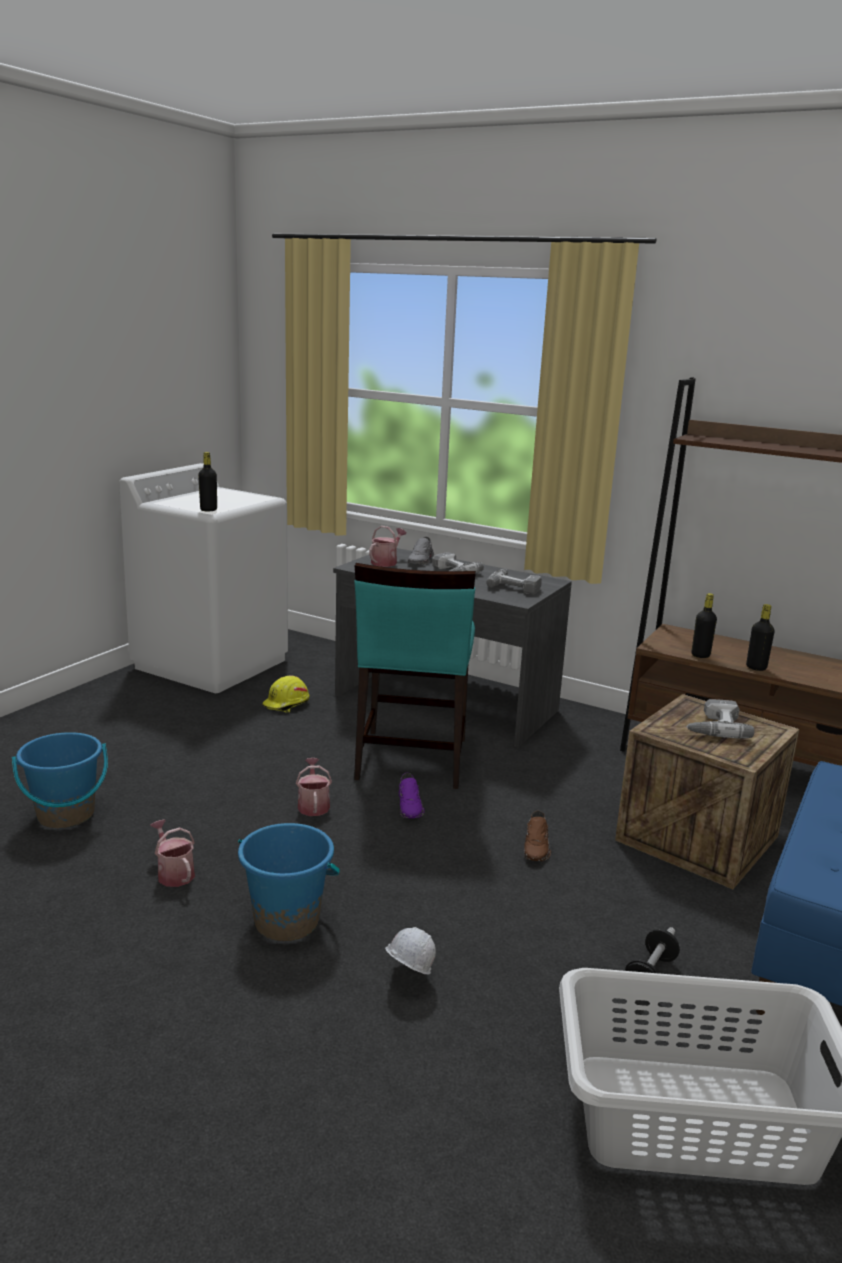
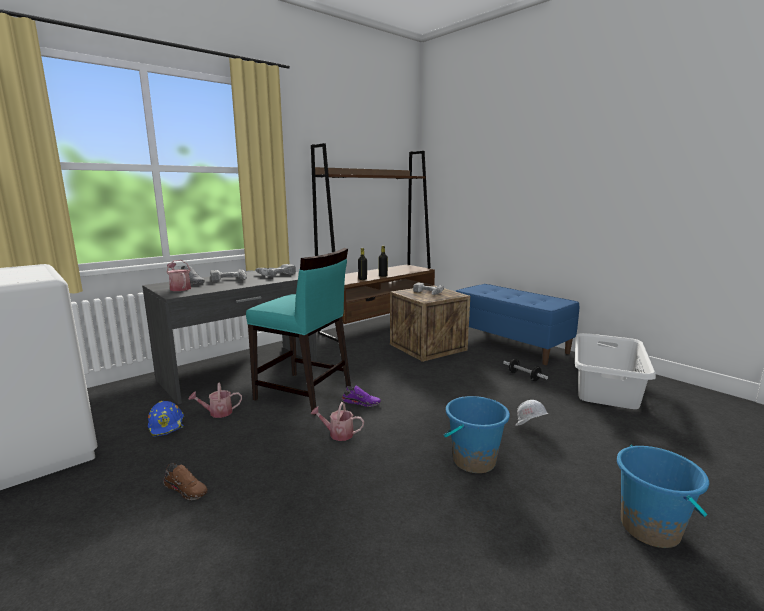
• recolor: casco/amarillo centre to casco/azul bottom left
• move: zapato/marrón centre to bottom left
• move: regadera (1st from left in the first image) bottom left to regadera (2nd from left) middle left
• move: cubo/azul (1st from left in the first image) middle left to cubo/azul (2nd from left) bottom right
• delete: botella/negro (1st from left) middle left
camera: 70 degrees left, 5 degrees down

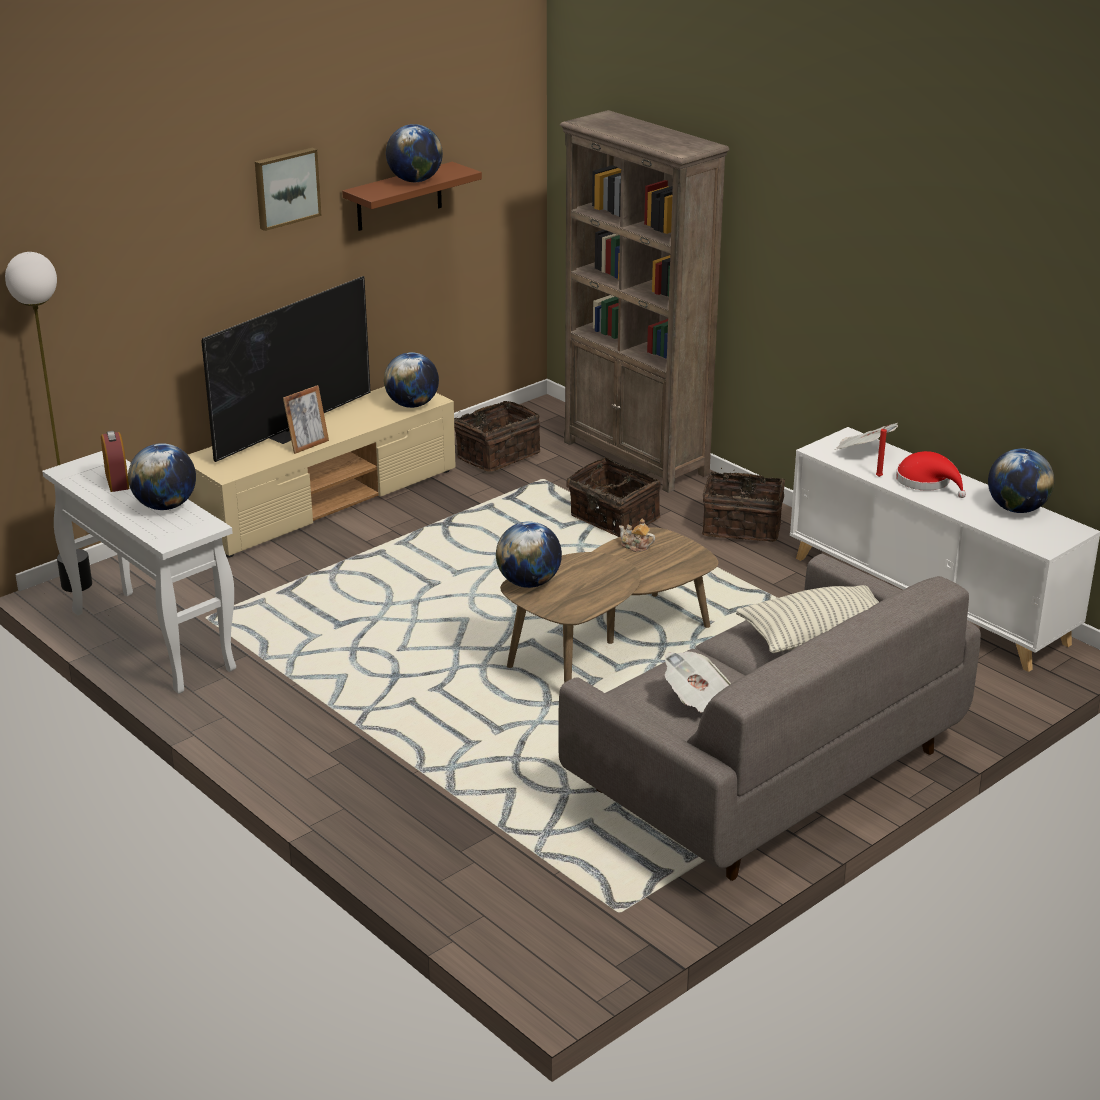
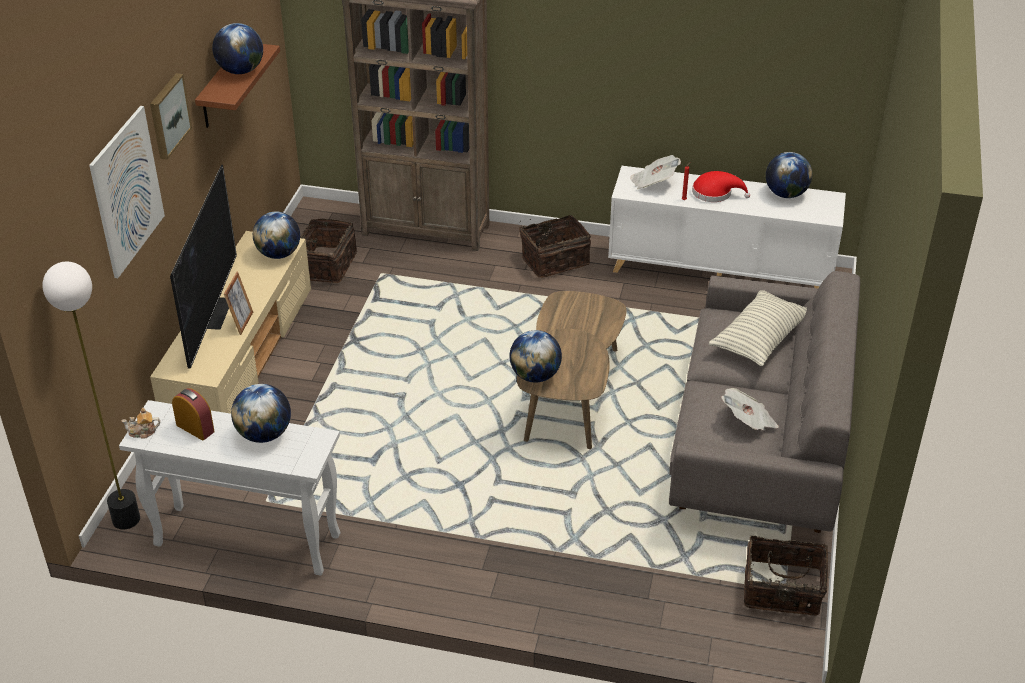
• insert: cuadro (1st from left) top left
• move: tetera centre to middle left
• move: cesta (2nd from left in the first image) centre to cesta (3rd from left) bottom right
camera: 35 degrees left, 10 degrees up

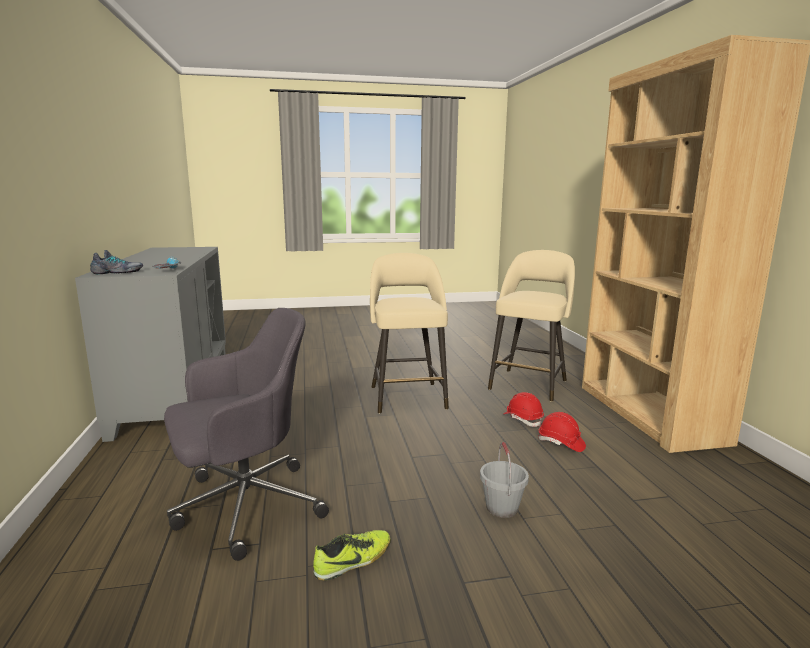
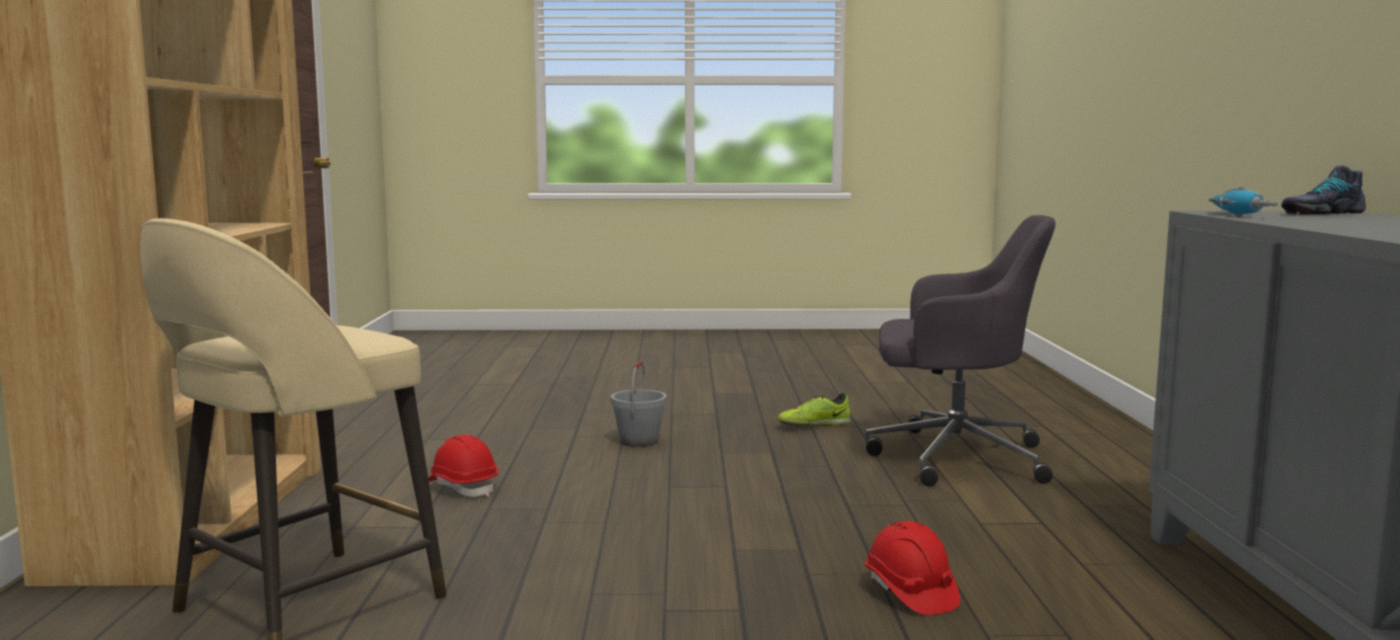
• rotate: silla de oficina/gris bottom left = middle right 150 degrees counterclockwise
• move: casco/rojo (1st from left in the first image) centre to casco/rojo (2nd from left) bottom centre
• delete: taburete/beis (1st from left) centre
camera: 170 degrees left, 5 degrees down

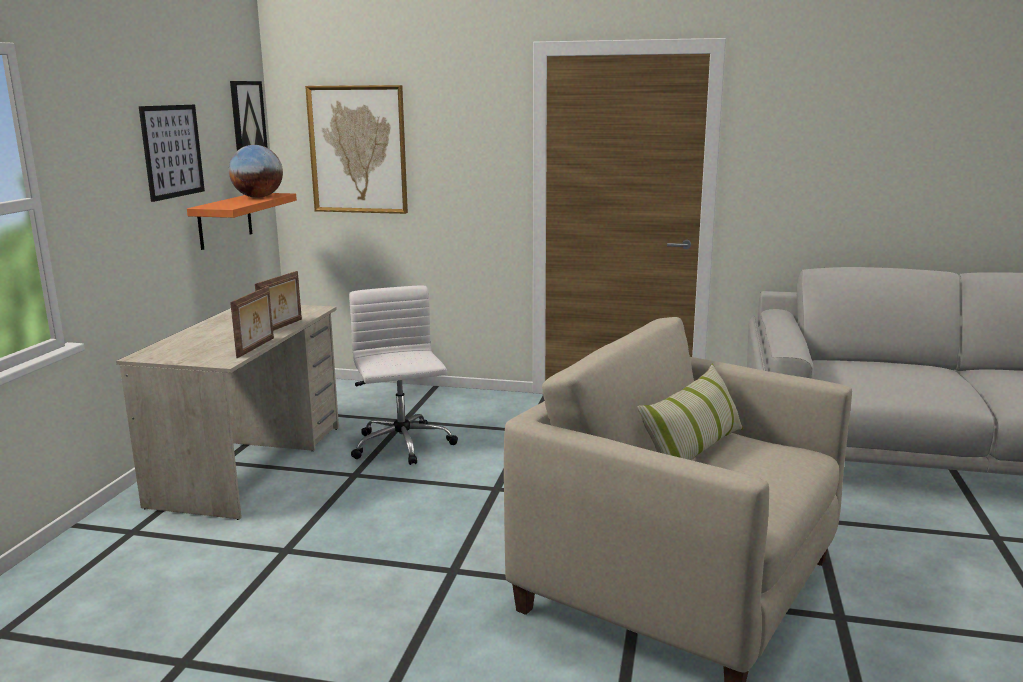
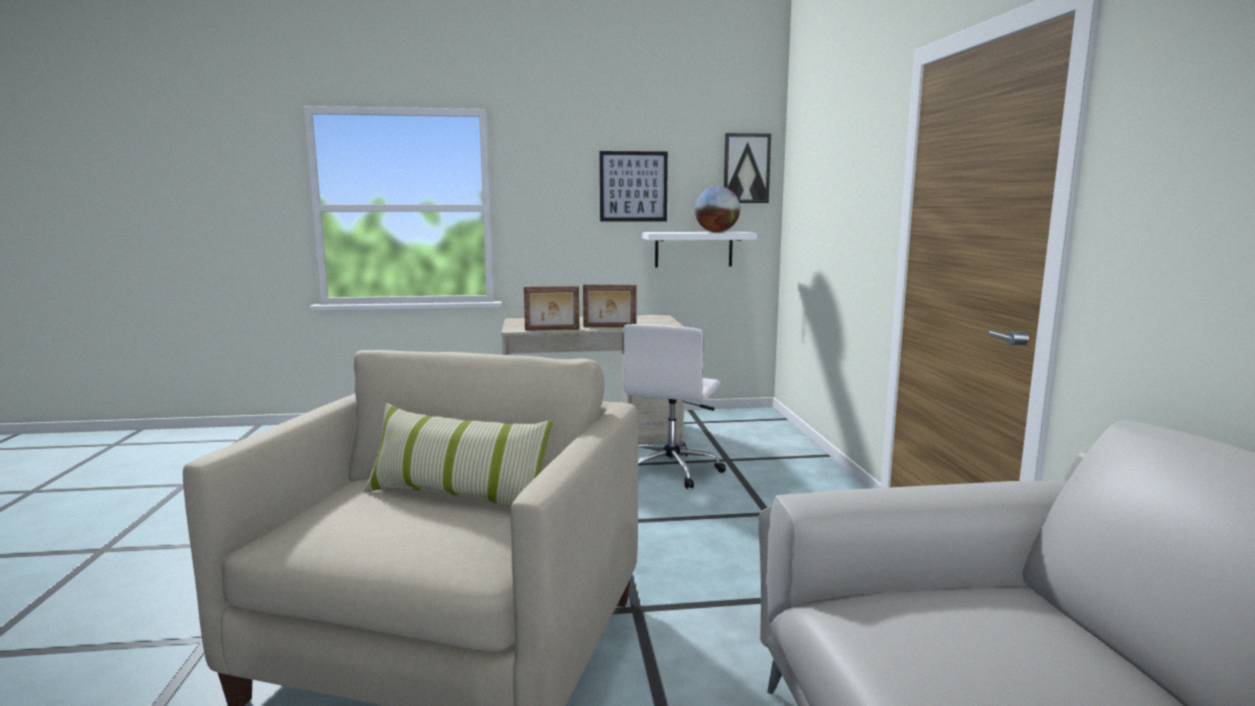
• rotate: silla de oficina/blanco centre = centre 150 degrees clockwise
• recolor: estante/naranja top left to estante/blanco centre
• delete: cuadro (3rd from left) top centre
camera: 70 degrees right, 5 degrees down

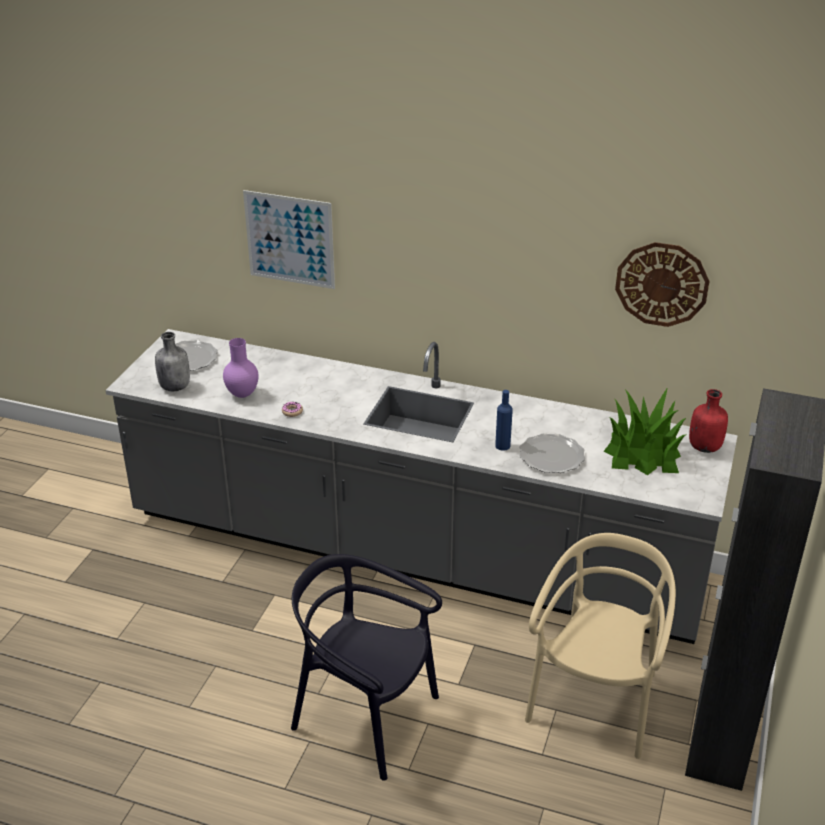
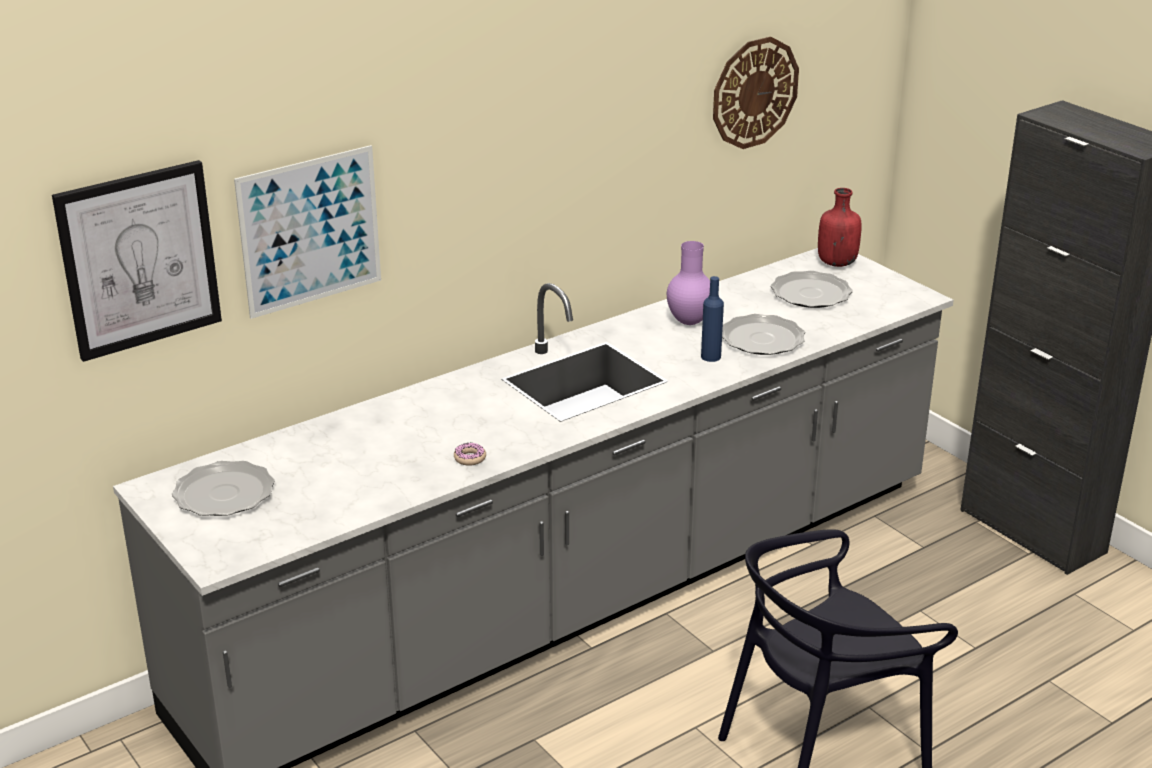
• insert: cuadro (1st from left) middle left
• move: florero/morado middle left to centre
• replace: planta en maceta middle right to plato (3rd from left) middle right
• delete: botella/gris middle left
• delete: silla/beis bottom right
camera: 55 degrees left, 5 degrees down

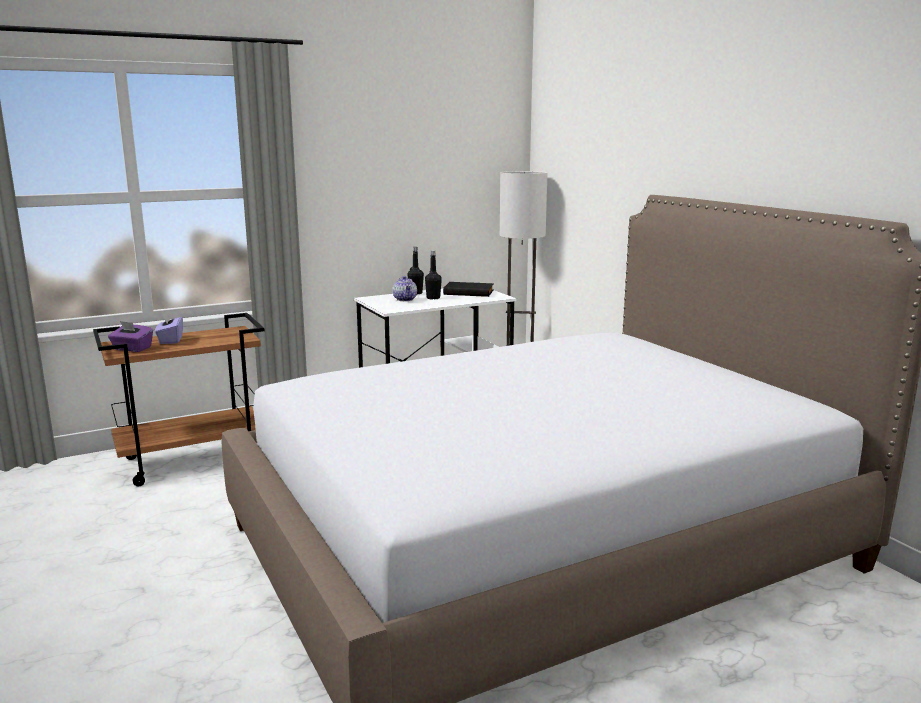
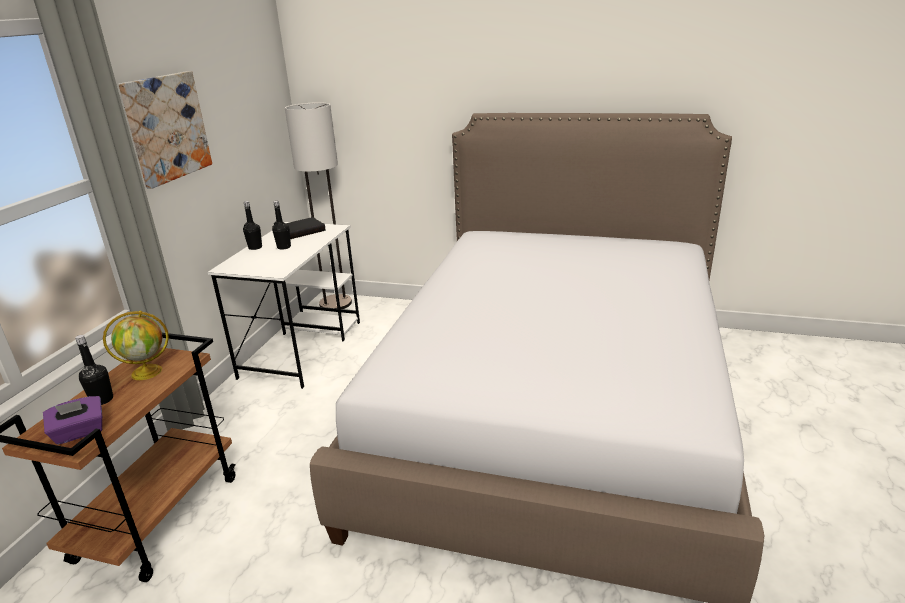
• replace: caja de pañuelos/morado (2nd from left) middle left to botella/negro (1st from left) middle left
• insert: globo terráqueo middle left
• insert: cuadro top left
• delete: tetera centre
camera: 45 degrees left, 10 degrees up

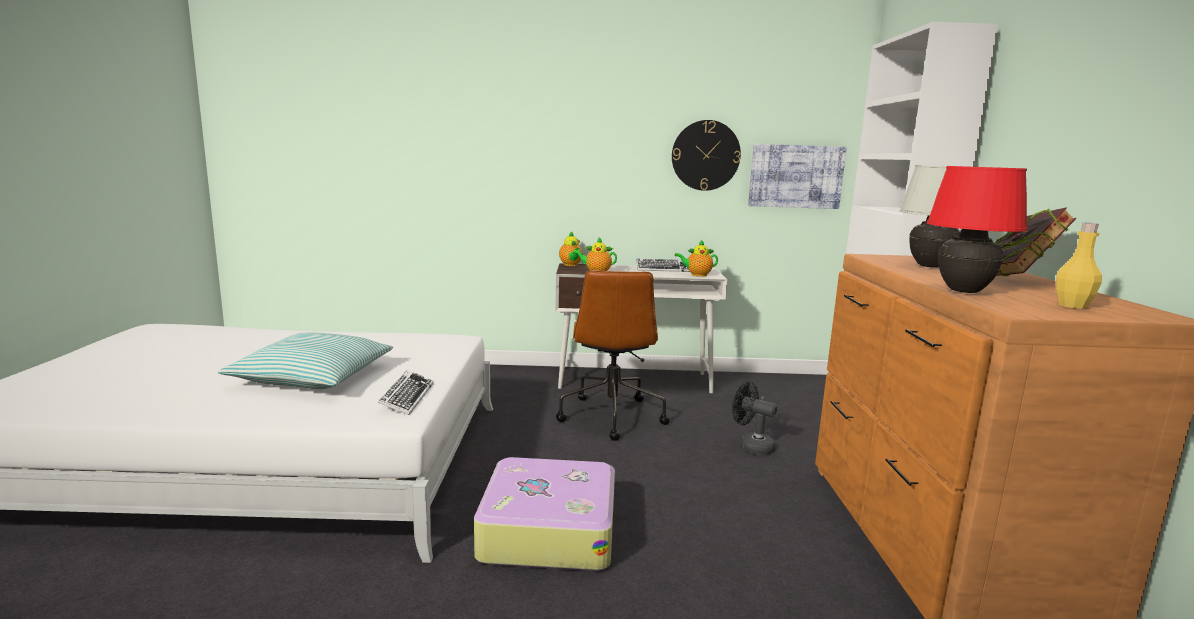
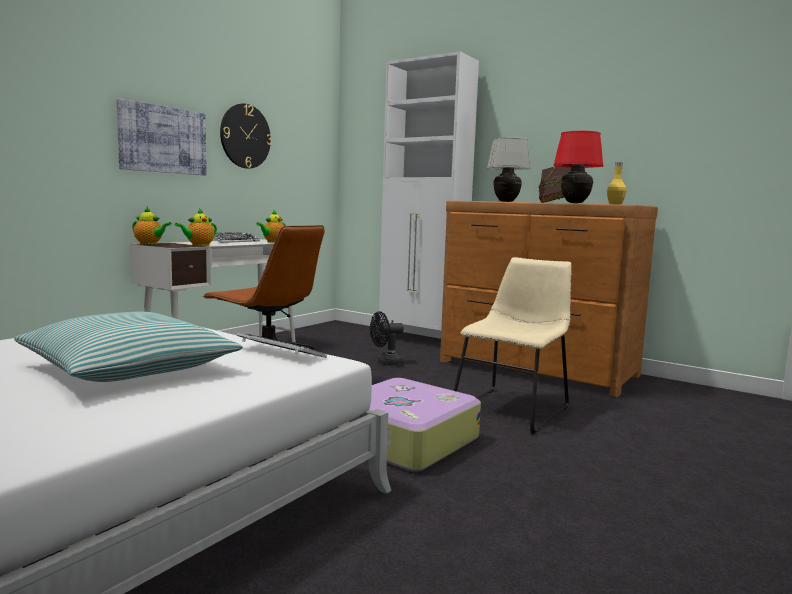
• move: cuadro top right to top left
• insert: silla/beis centre
camera: 55 degrees left, 5 degrees down

